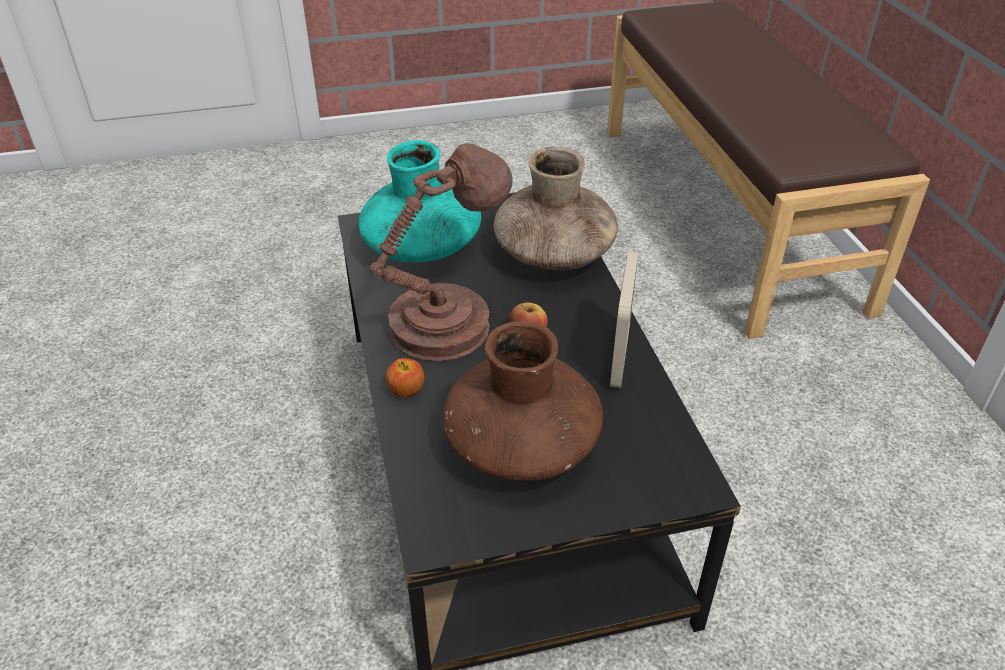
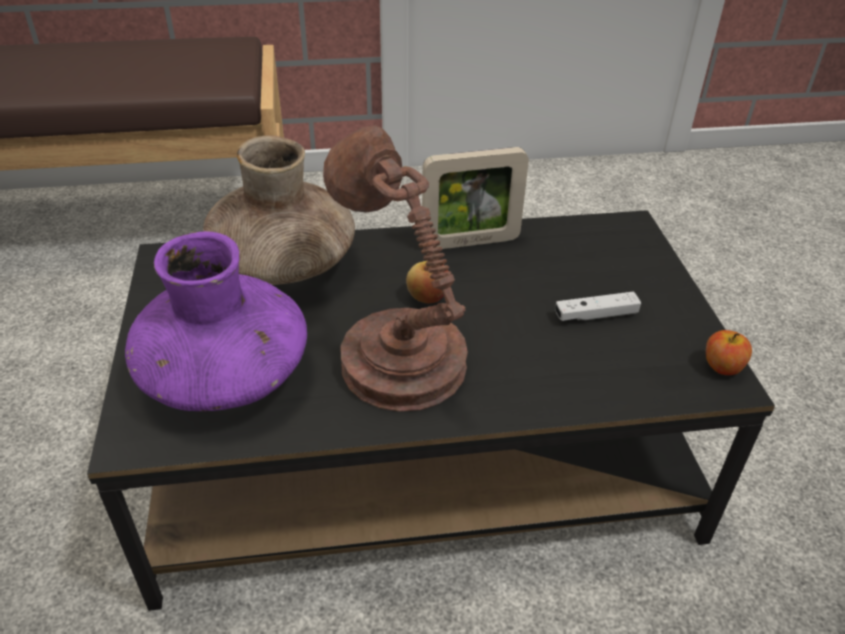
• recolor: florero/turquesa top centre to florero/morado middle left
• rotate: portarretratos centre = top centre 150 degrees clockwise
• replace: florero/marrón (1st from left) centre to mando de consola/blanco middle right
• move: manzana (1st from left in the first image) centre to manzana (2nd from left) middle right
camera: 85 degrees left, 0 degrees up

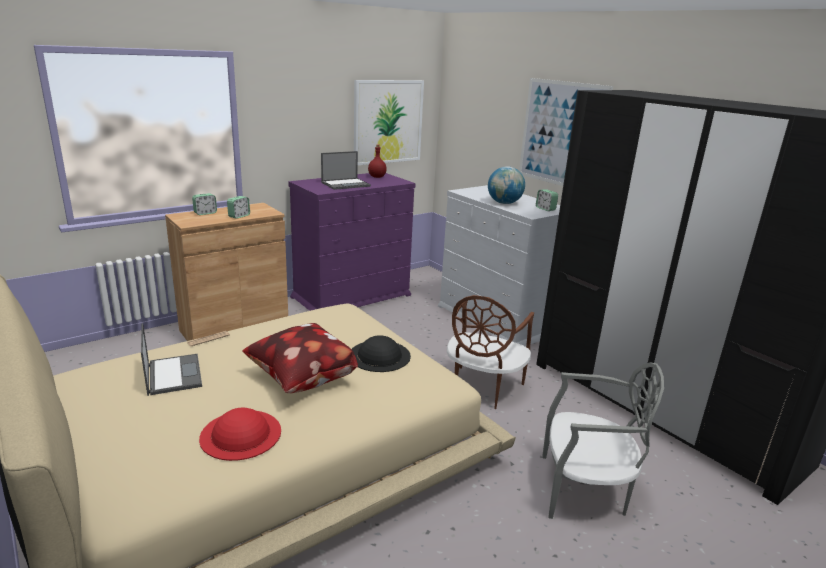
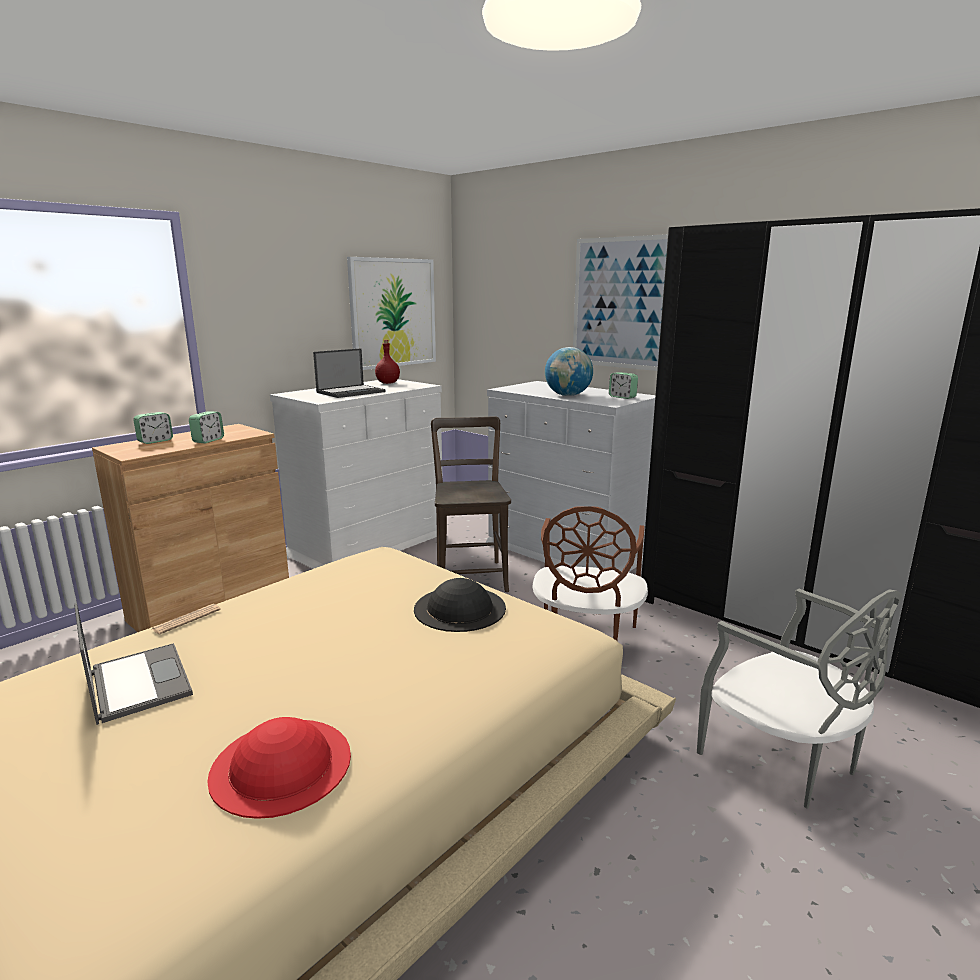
• recolor: cómoda/morado centre to cómoda/blanco (1st from left) centre
• insert: silla/marrón (1st from left) centre
• rotate: silla/gris bottom right = bottom right 60 degrees clockwise
• delete: cojín centre
camera: 10 degrees left, 5 degrees down

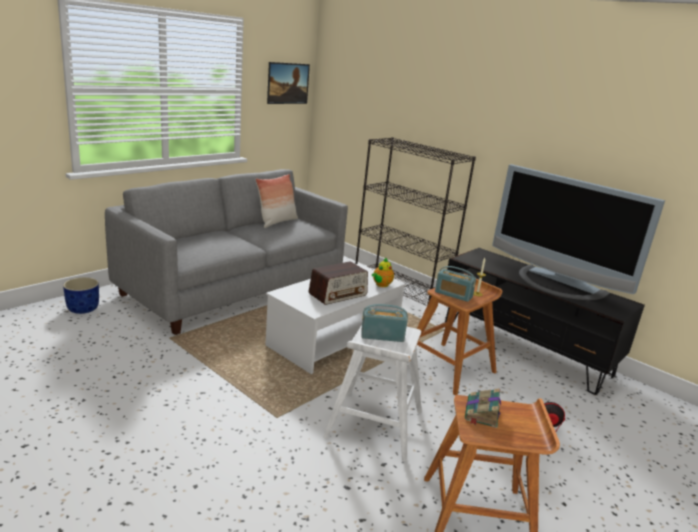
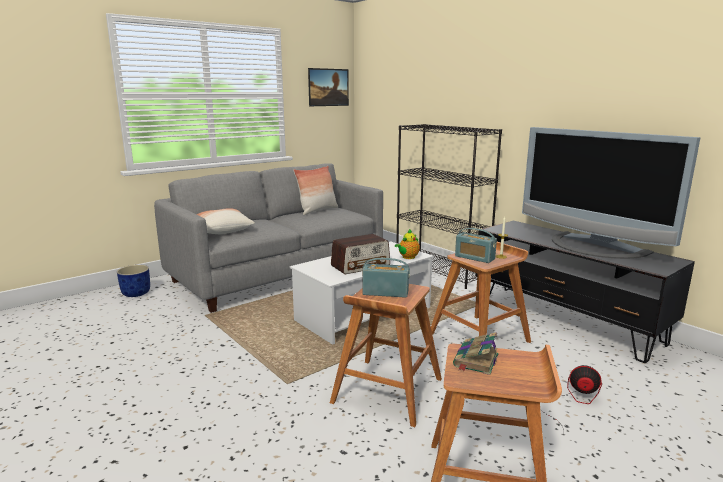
• insert: cojín (1st from left) middle left
• recolor: taburete/blanco bottom centre to taburete/marrón (1st from left) bottom centre
camera: 10 degrees right, 5 degrees down

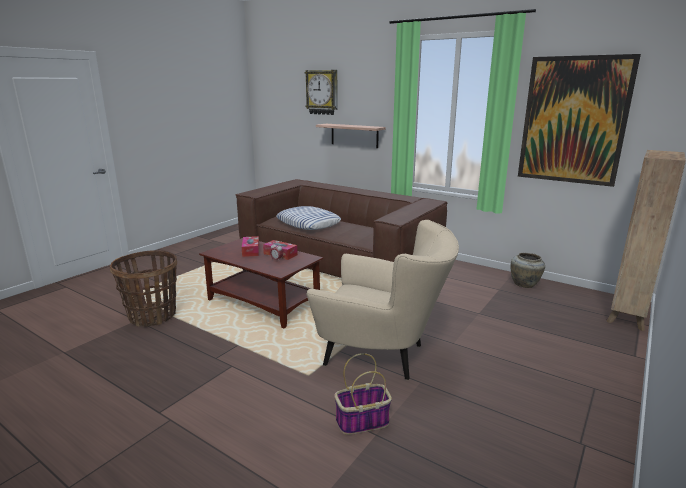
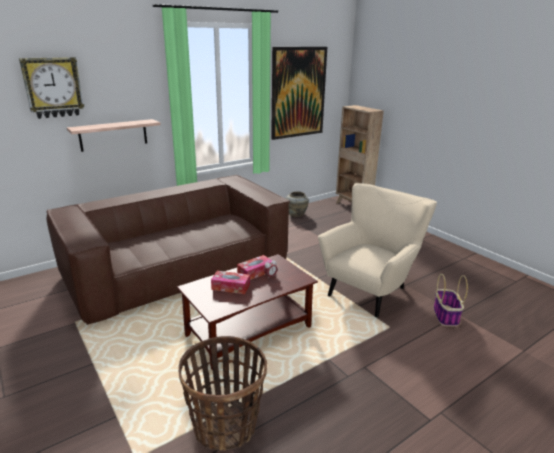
• delete: cojín centre
camera: 70 degrees left, 5 degrees up

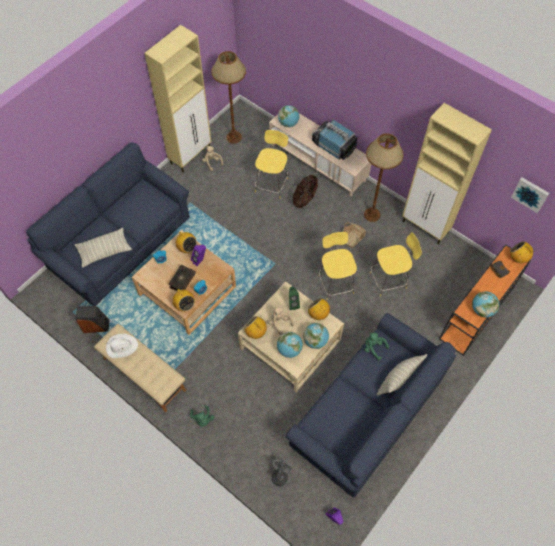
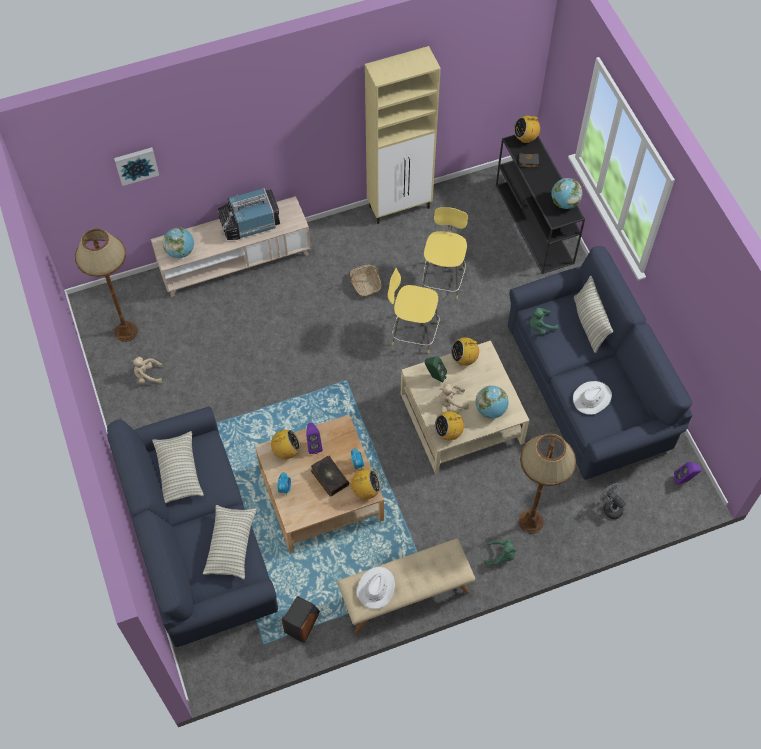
• move: cuadro middle right to top left
• insert: cojín (1st from left) middle left
• recolor: mesa consola/naranja middle right to mesa consola/negro top right
• move: lámpara de pie/marrón (2nd from left) top right to middle right
• insert: sombrero/blanco (2nd from left) middle right
• delete: armario/beis (1st from left) top left
• delete: taburete/amarillo (1st from left) top centre
• delete: cesta (1st from left) centre
• delete: globo terráqueo (3rd from left) centre
camera: 60 degrees left, 0 degrees up

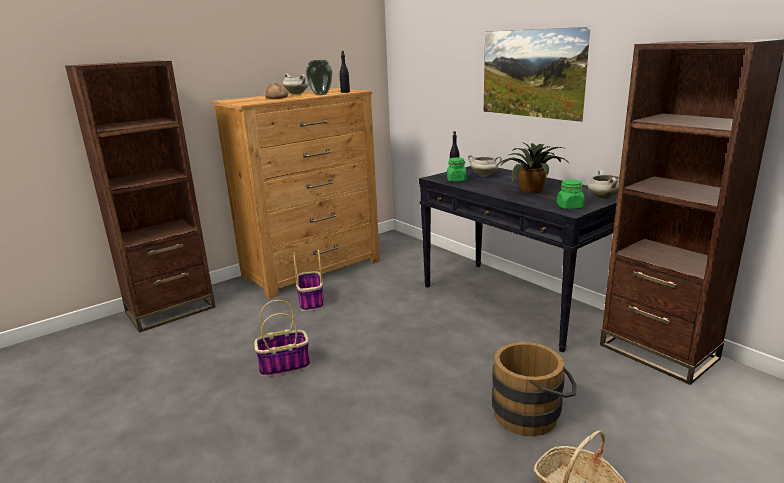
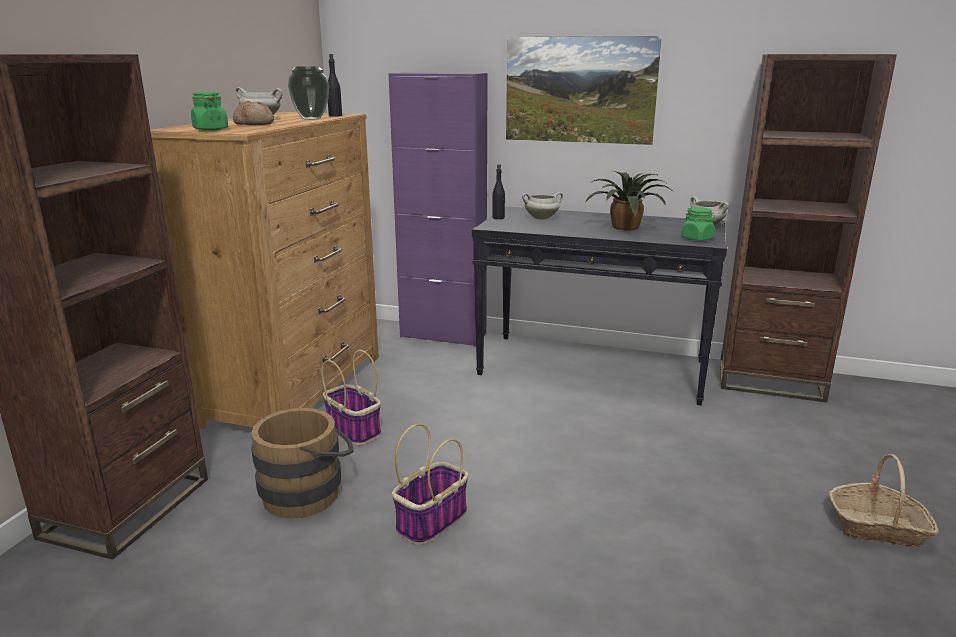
• move: tarro/verde (1st from left) centre to top left
• move: cubo/marrón bottom right to bottom left
• insert: armario/morado top centre
camera: 35 degrees left, 0 degrees up

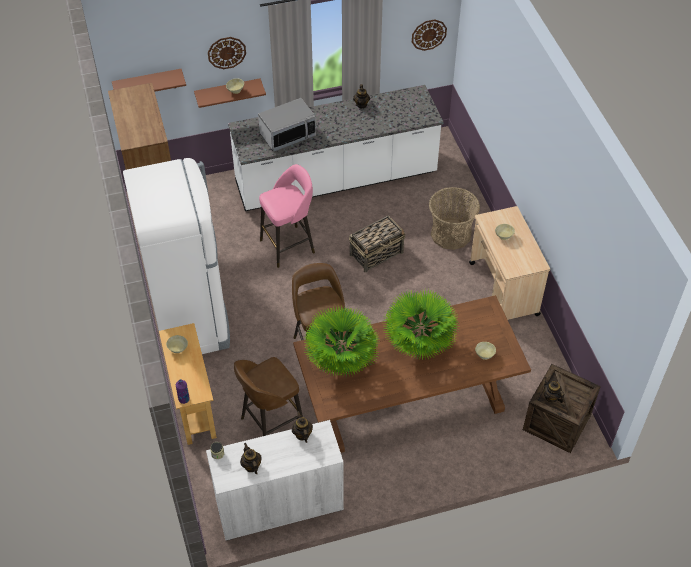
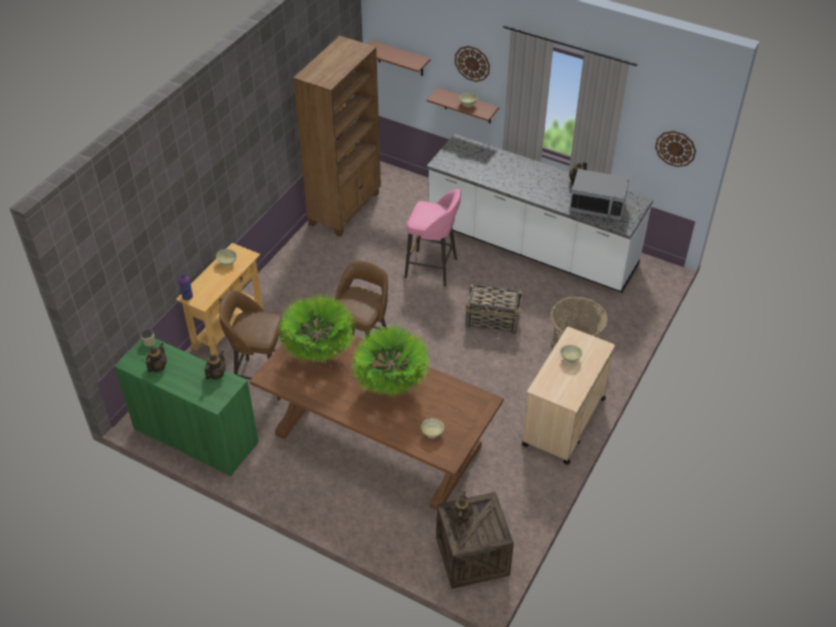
• recolor: armario/blanco bottom centre to armario/verde middle left
• move: microondas top centre to top right
• delete: nevera/blanco middle left
camera: 45 degrees right, 5 degrees down

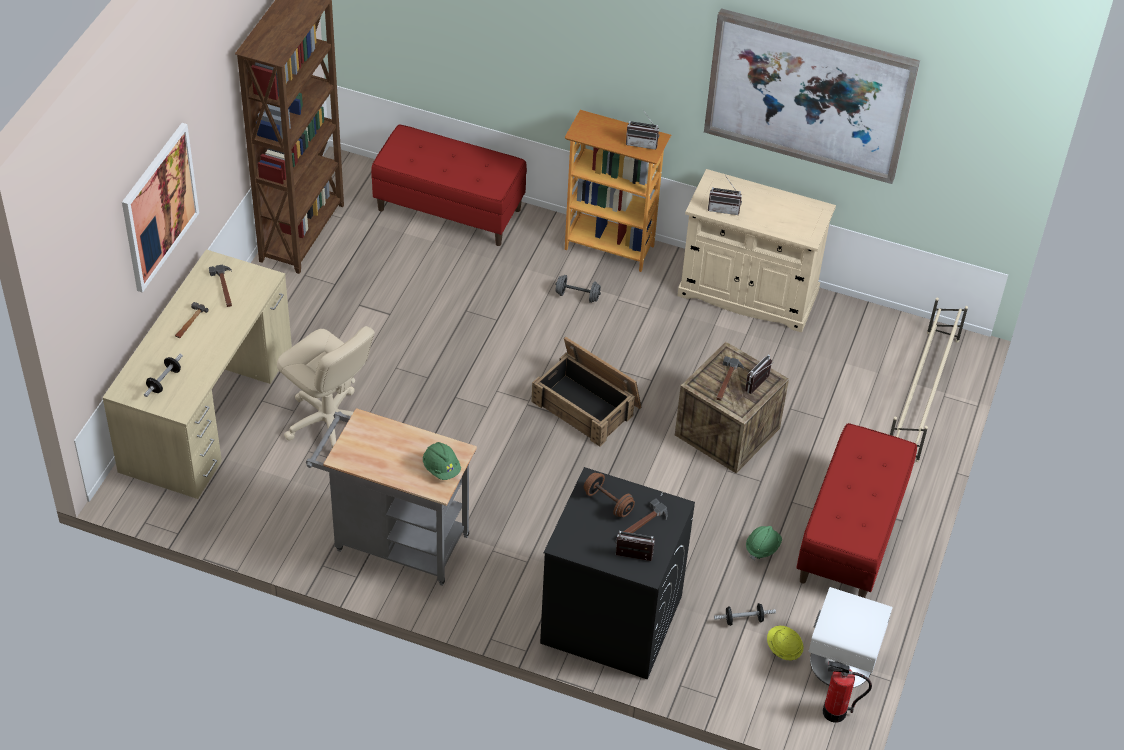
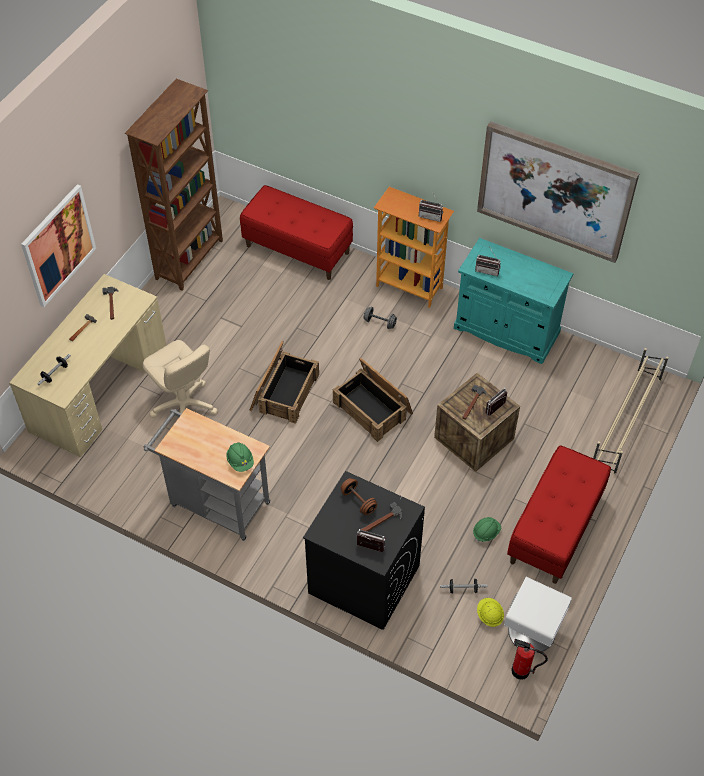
• insert: caja de embalaje (1st from left) centre
• recolor: armario/beis middle right to armario/turquesa middle right
camera: 10 degrees right, 5 degrees up

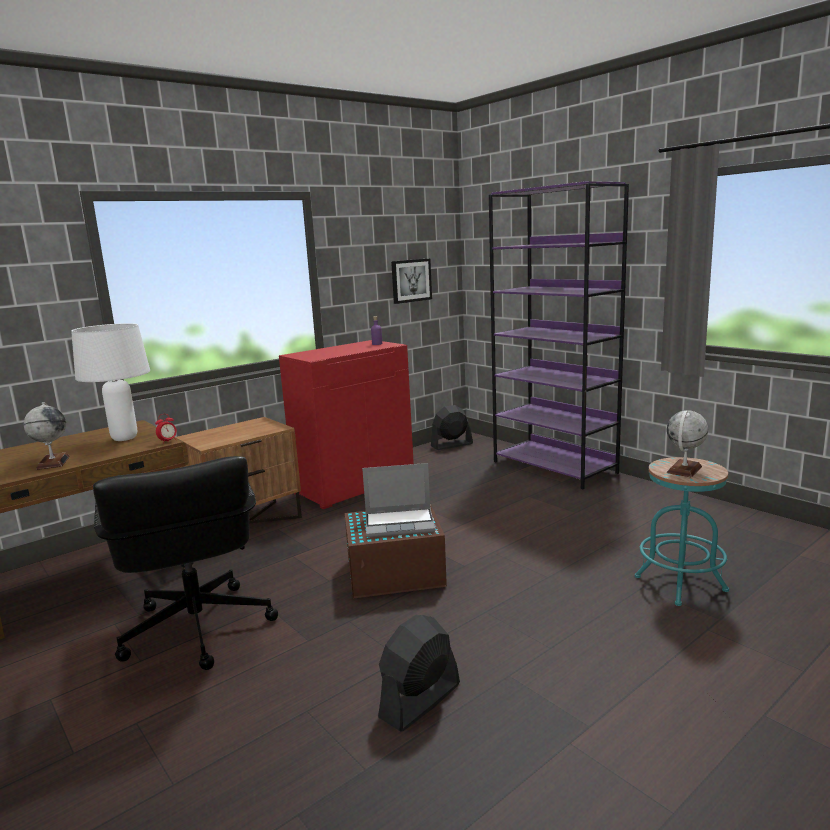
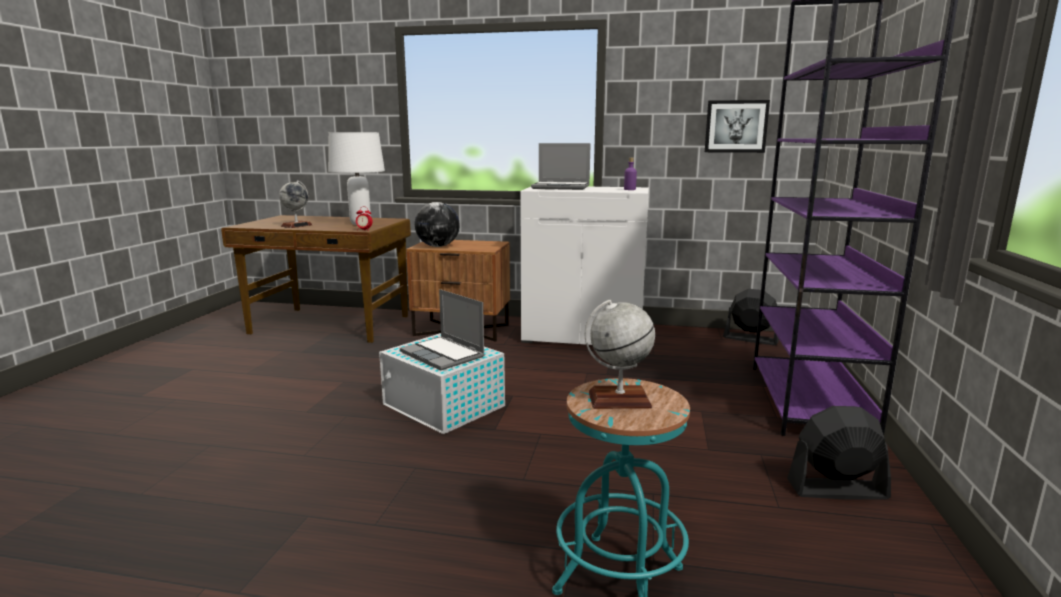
• recolor: caja de almacenaje/marrón centre to caja de almacenaje/blanco centre
• insert: globo terráqueo (2nd from left) centre
• recolor: armario/rojo centre to armario/blanco centre
• insert: portátil (2nd from left) top centre
• move: ventilador/negro (1st from left in the first image) bottom centre to ventilador/negro (2nd from left) bottom right
• delete: silla de oficina/negro bottom left
camera: 50 degrees right, 0 degrees up

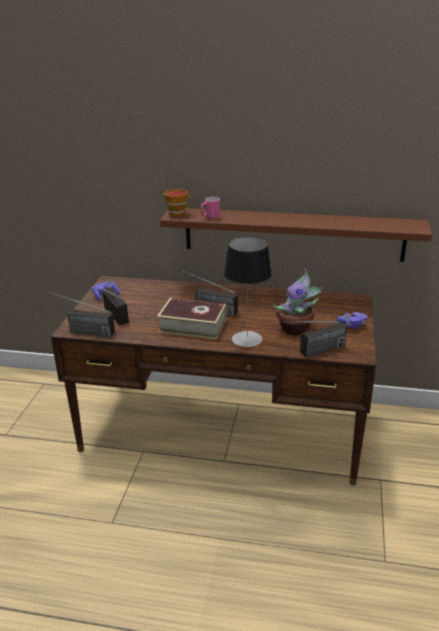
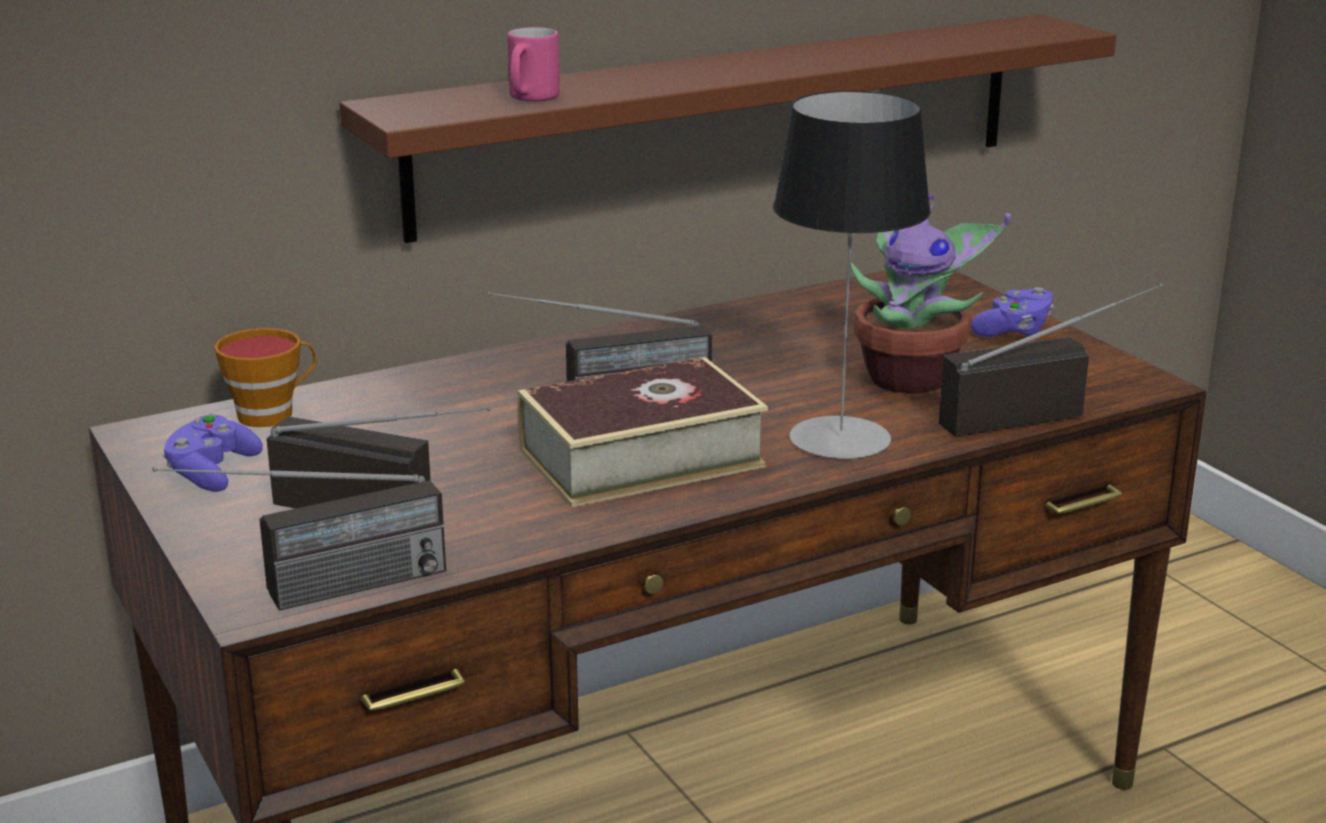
• move: taza top centre to middle left
• rotate: radio (4th from left) middle right = middle right 135 degrees counterclockwise
camera: 40 degrees left, 5 degrees down

